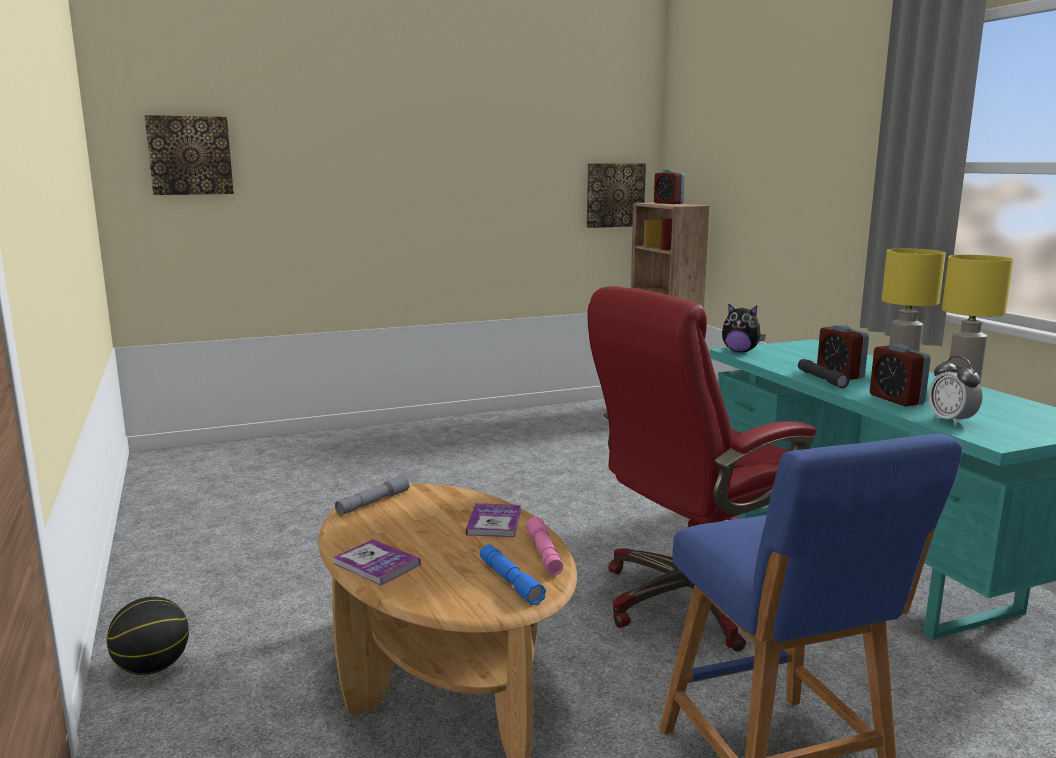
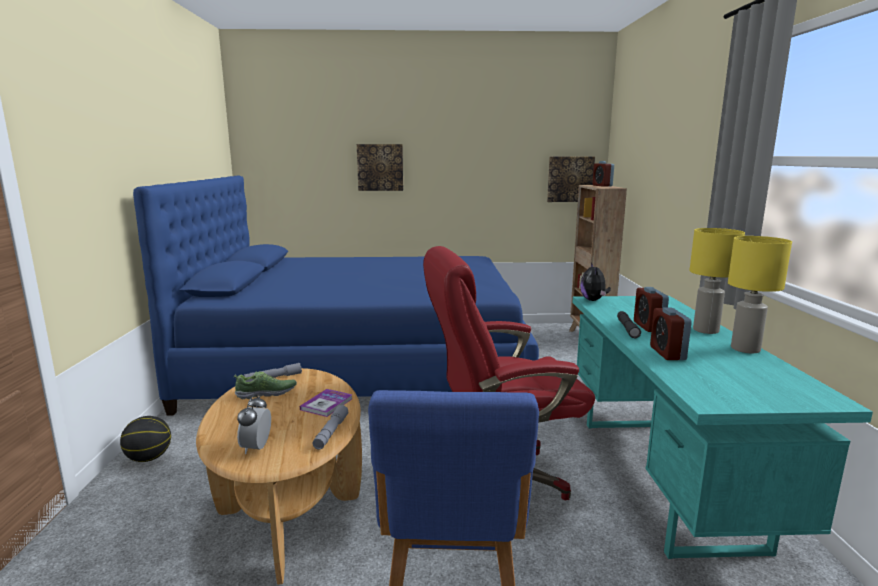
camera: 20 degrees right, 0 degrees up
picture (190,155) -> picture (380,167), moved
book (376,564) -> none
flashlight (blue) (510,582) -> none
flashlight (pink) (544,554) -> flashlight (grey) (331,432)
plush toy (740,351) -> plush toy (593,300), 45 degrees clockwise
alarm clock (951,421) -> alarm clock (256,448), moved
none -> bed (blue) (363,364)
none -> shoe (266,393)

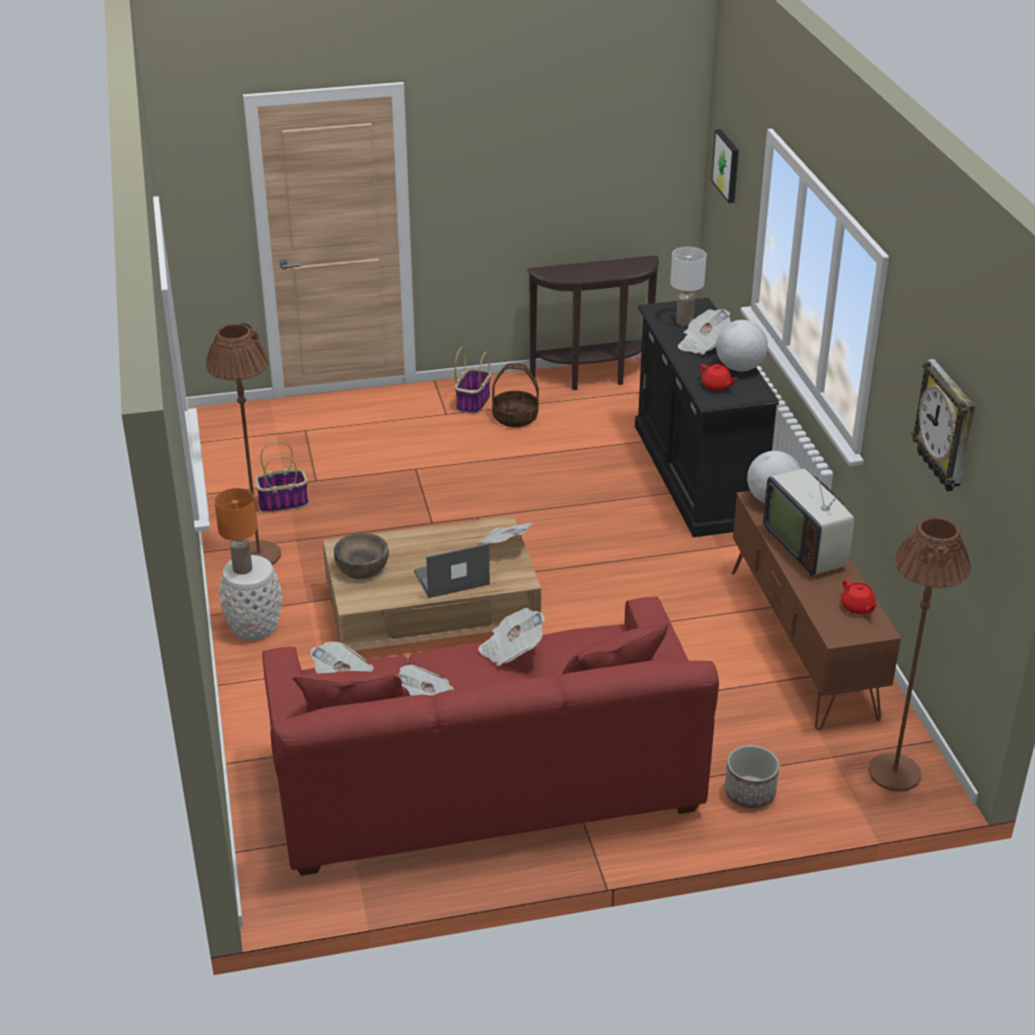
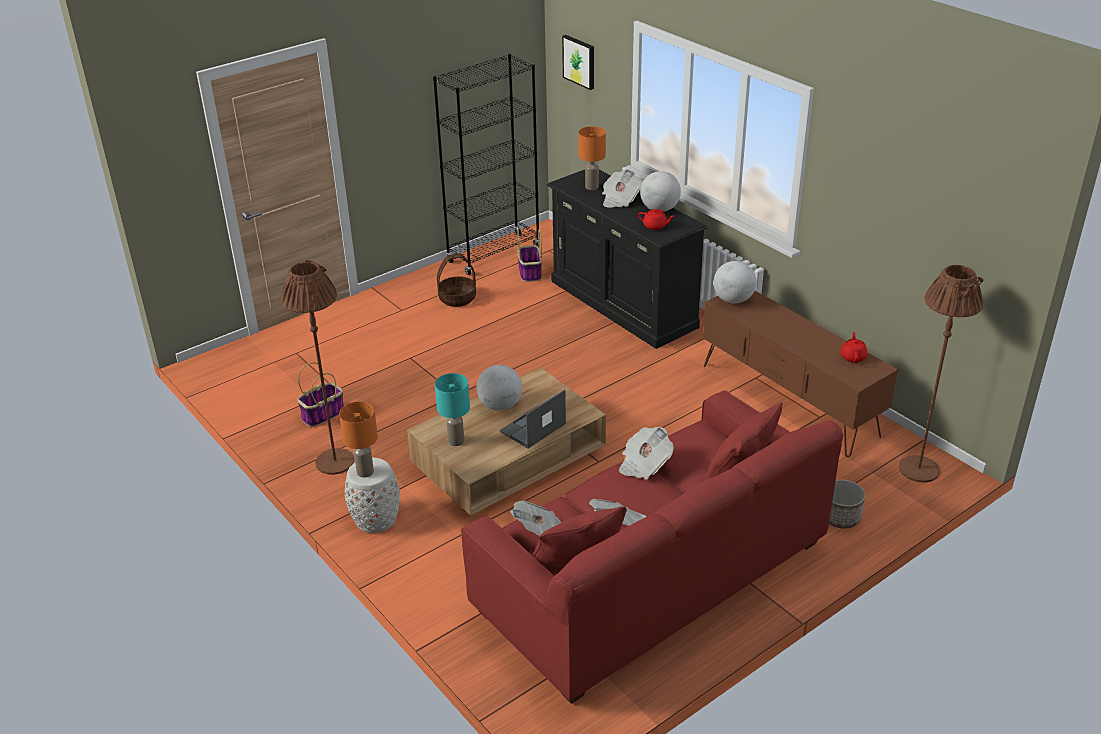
camera: 25 degrees left, 0 degrees up
bowl (brown) (362,567) -> table lamp (turquoise) (456,441)
basket (473,402) -> basket (530,272), moved
newspaper (505,545) -> none
console table (brown) (594,378) -> bookcase (black) (494,254)
table lamp (white) (684,321) -> table lamp (orange) (591,187)
television (807,546) -> none
teapot (red) (857,607) -> teapot (red) (853,357), 120 degrees counterclockwise
wall clock (946,427) -> none
none -> globe (500,406)

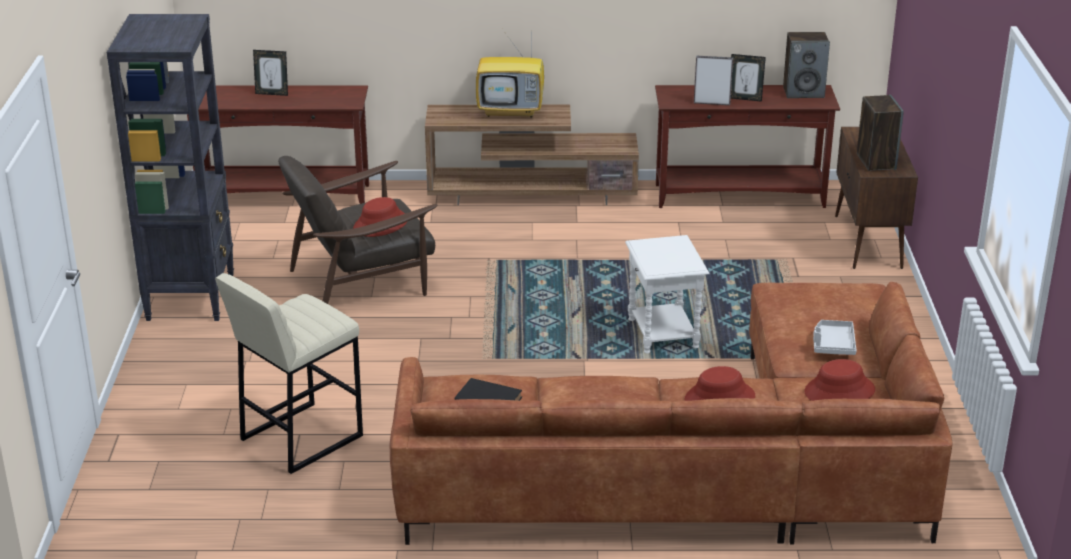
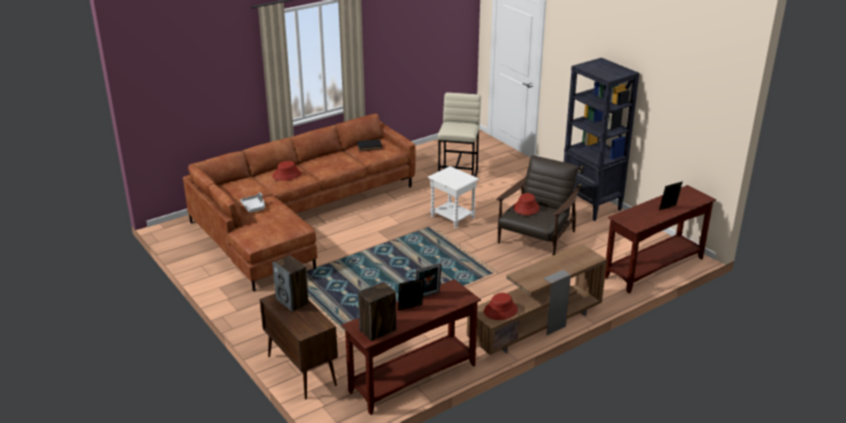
camera: 145 degrees right, 0 degrees up
television (512,111) -> none
side table (white) (664,333) -> side table (white) (452,217), moved
hat (red) (839,391) -> hat (red) (500,310), moved

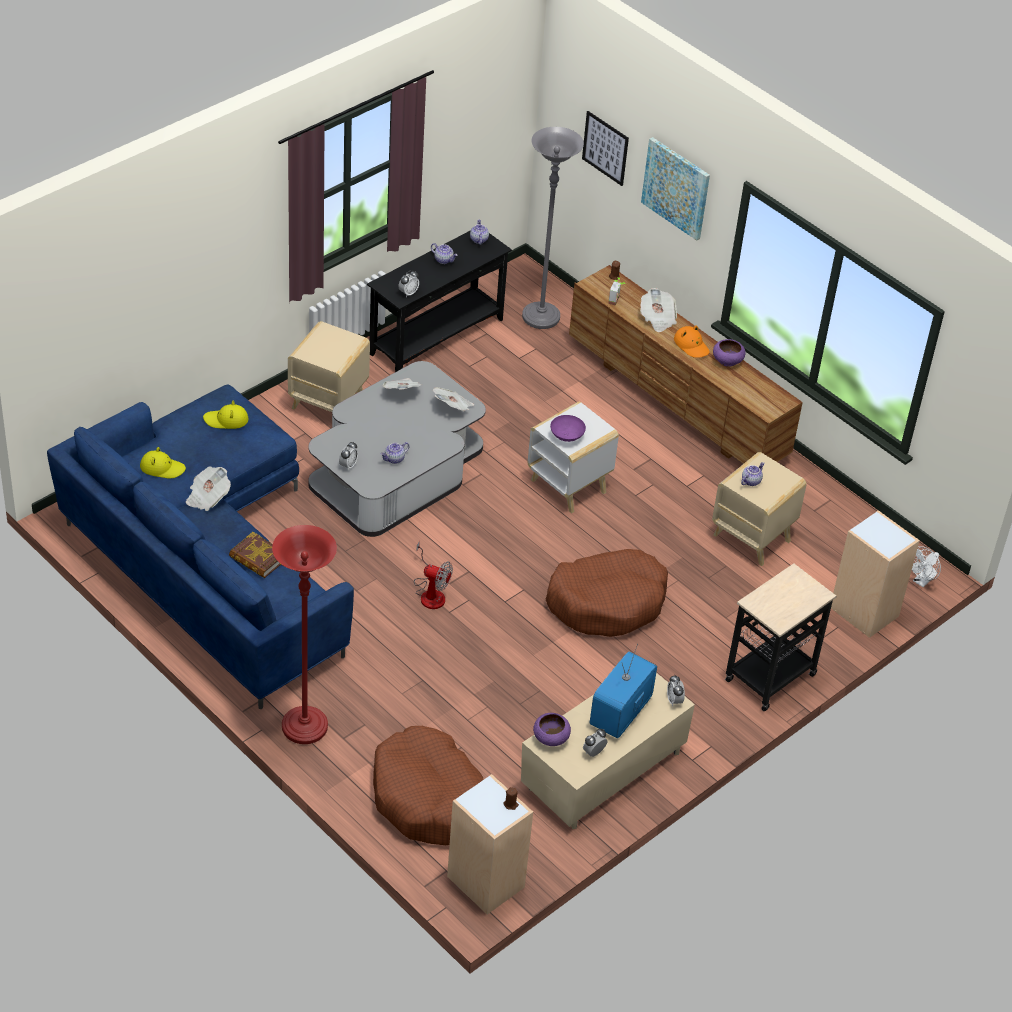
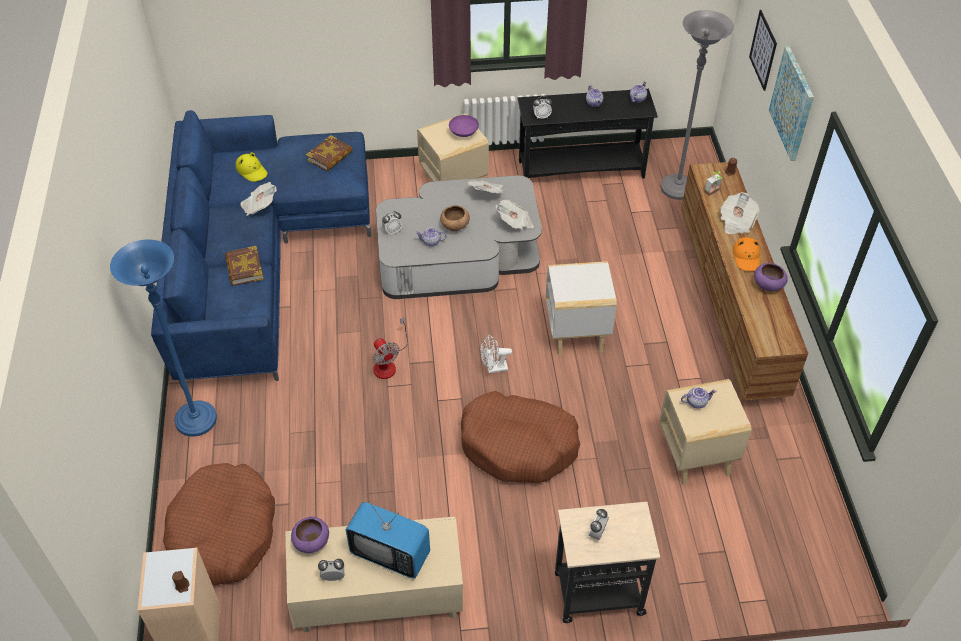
camera: 40 degrees right, 5 degrees up
hat (yellow) (226,420) -> book (330,156)
floor lamp (red) (304,727) -> floor lamp (blue) (196,420)
bowl (purple) (567,437) -> bowl (purple) (463,133), moved
television (621,713) -> television (390,554), 135 degrees counterclockwise
alarm clock (674,700) -> alarm clock (597,533), moved
bookcase (864,612) -> none
fan (white) (922,581) -> fan (white) (493,368), moved
none -> bowl (brown) (454,225)

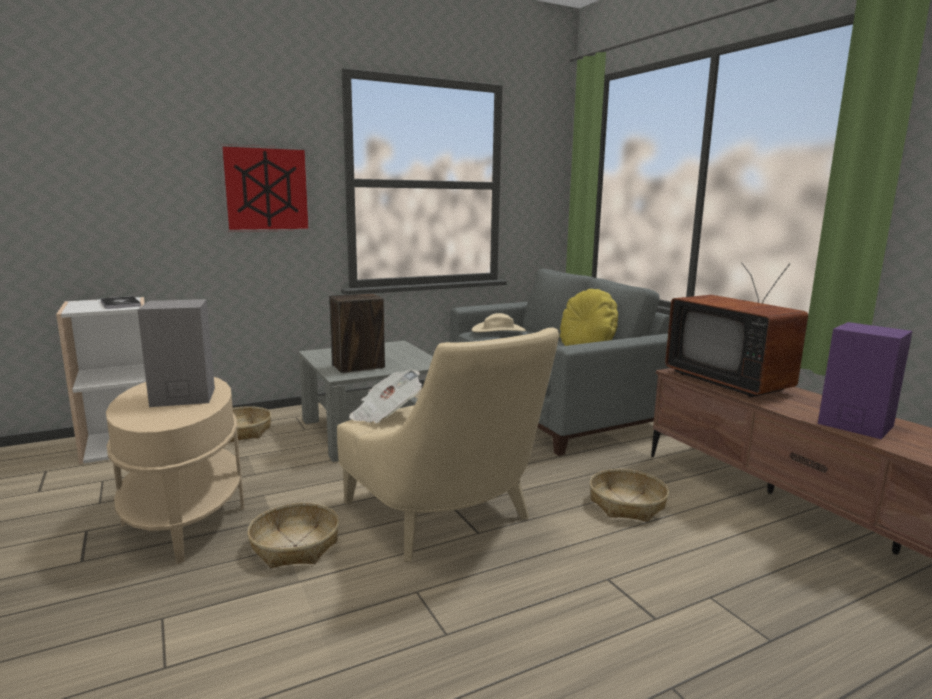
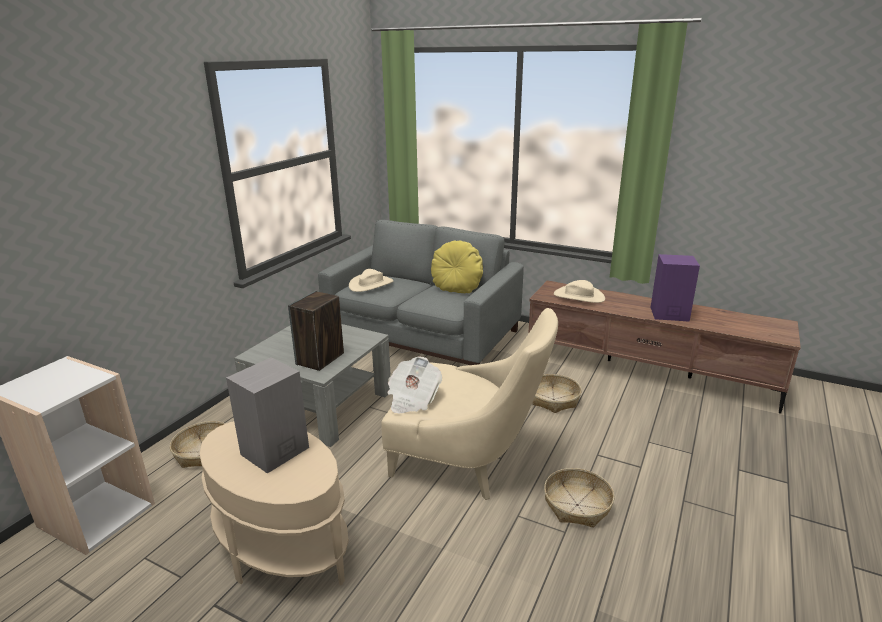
camera: 35 degrees left, 10 degrees up
book (120,304) -> none
picture (266,189) -> none
basket (295,545) -> basket (577,505), moved
television (731,381) -> hat (beige) (579,296)

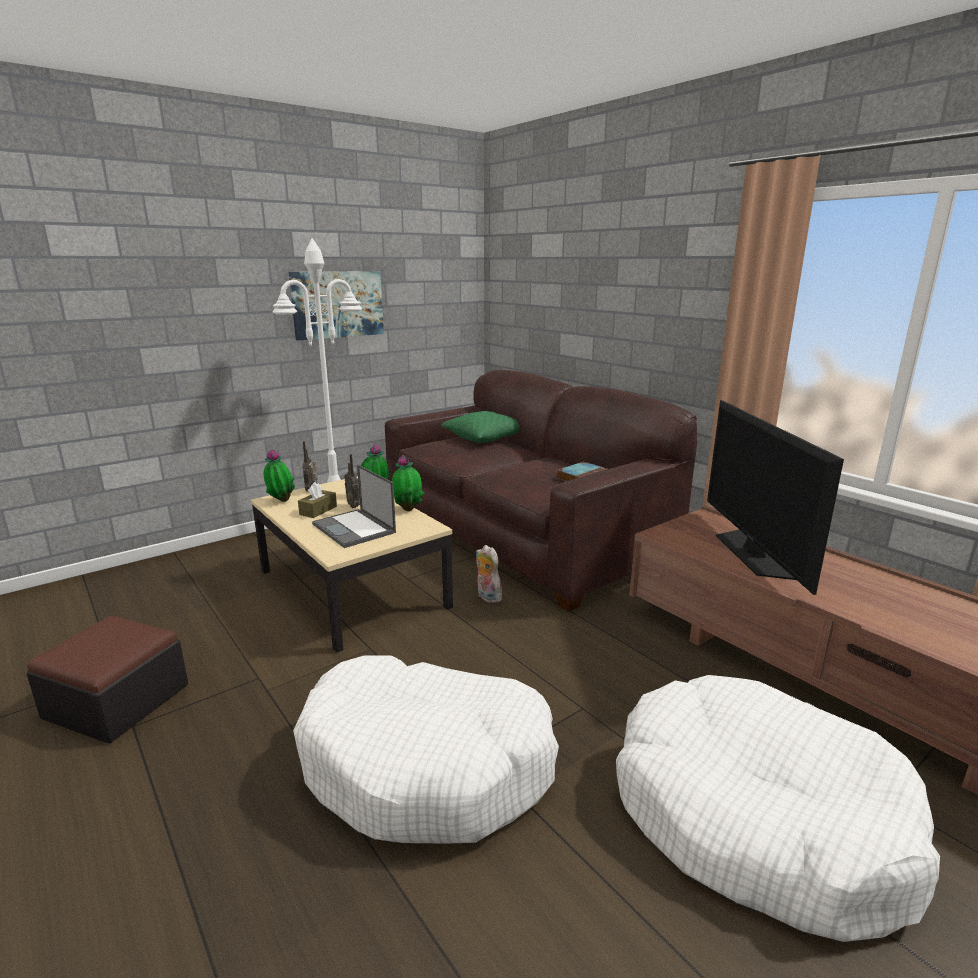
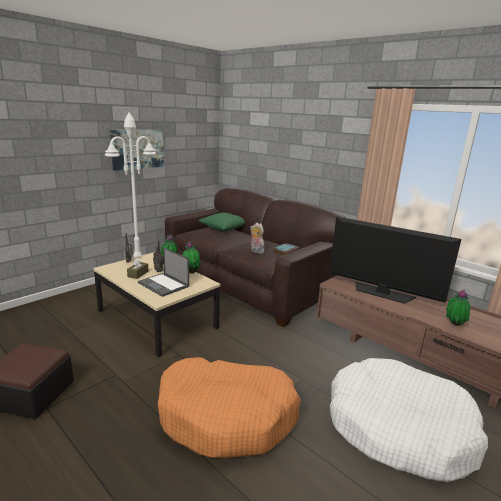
camera: 10 degrees left, 0 degrees up
potted plant (281,501) -> potted plant (453,325), moved
dog bed (white) (427,765) -> dog bed (orange) (227,416)
plush toy (487,597) -> plush toy (256,251), moved
television (753,554) -> television (382,293), 45 degrees counterclockwise

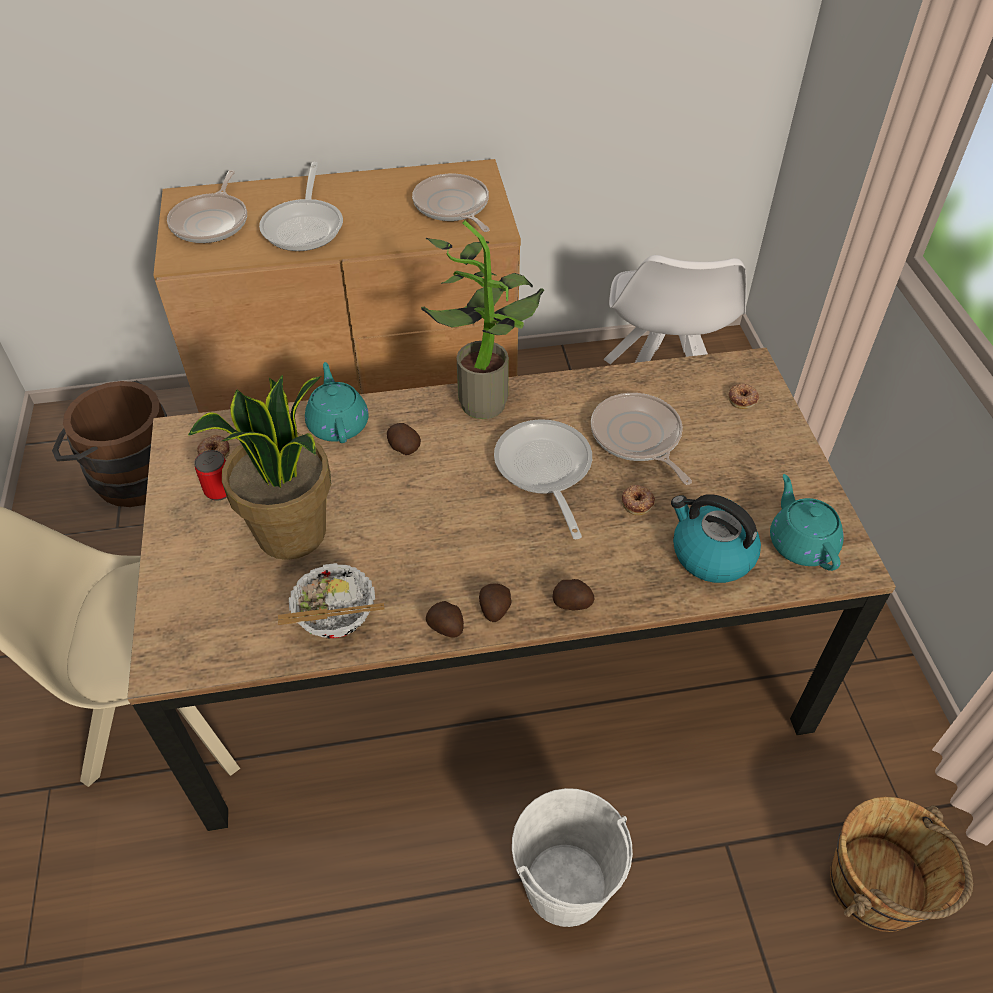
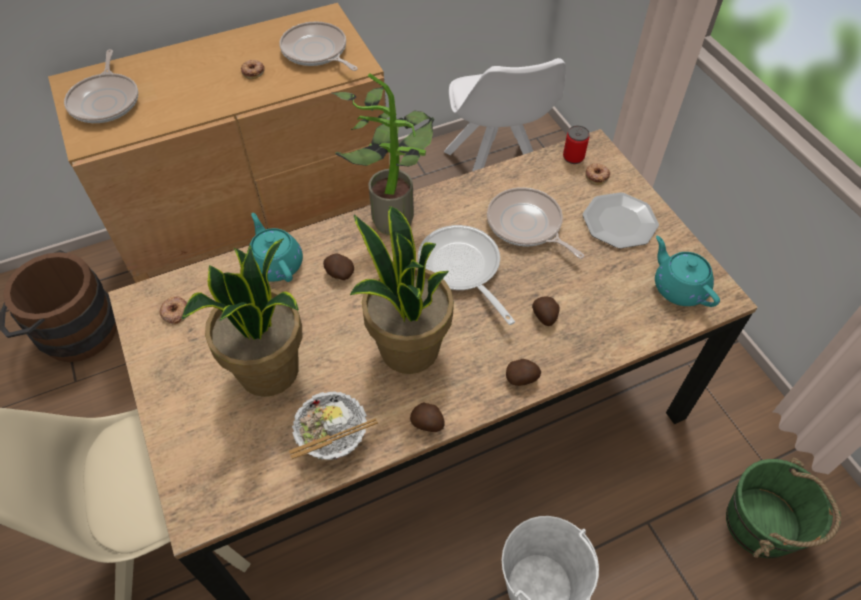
camera: 15 degrees left, 5 degrees up
can (219,490) -> can (573,157), moved
frying pan (305,226) -> none
potato (494,610) -> potato (545,317), moved
donut (637,502) -> donut (253,71), moved
kettle (710,554) -> none
bucket (brown) (878,886) -> bucket (green) (762,524)
none -> potted plant (408,349)
none -> plate (619,222)

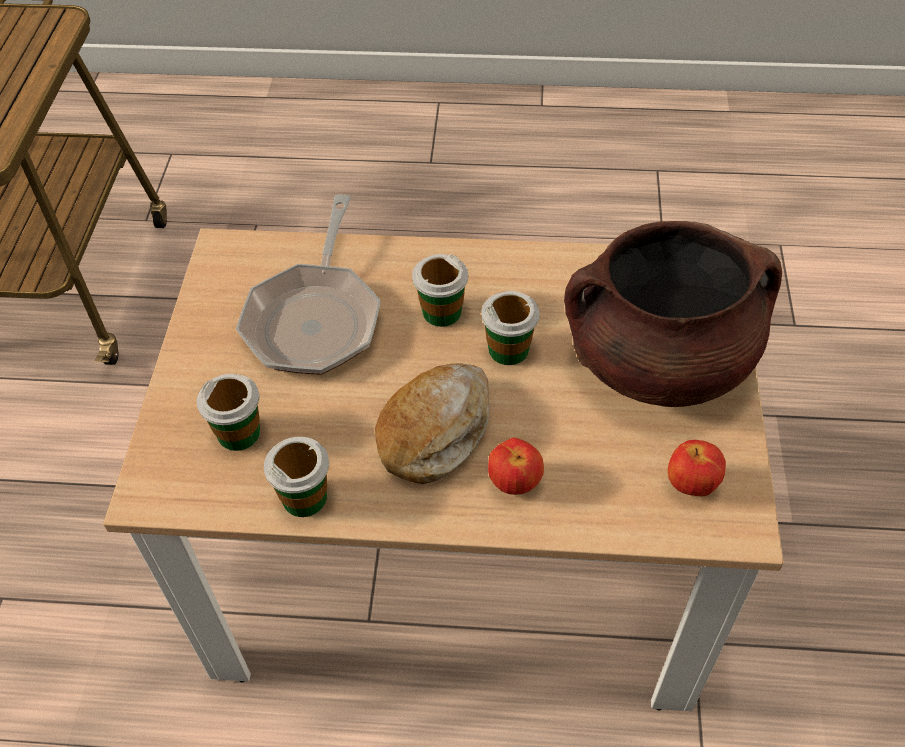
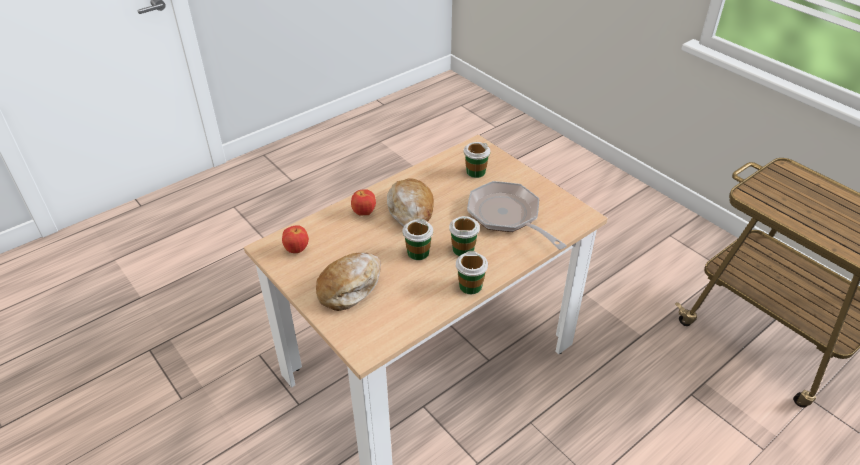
camera: 135 degrees right, 10 degrees down
cup (305,497) -> cup (470,286), moved
cooking pot (brown) (658,362) -> bread (349,287)

